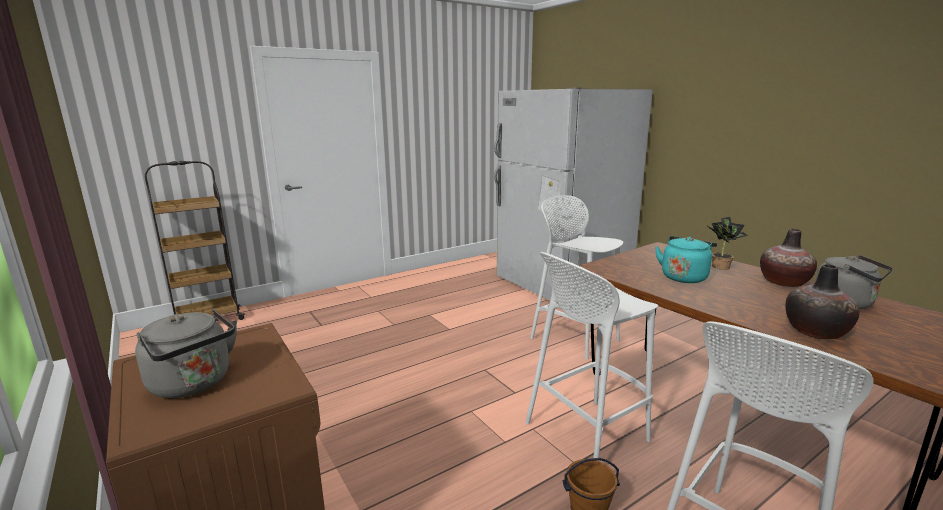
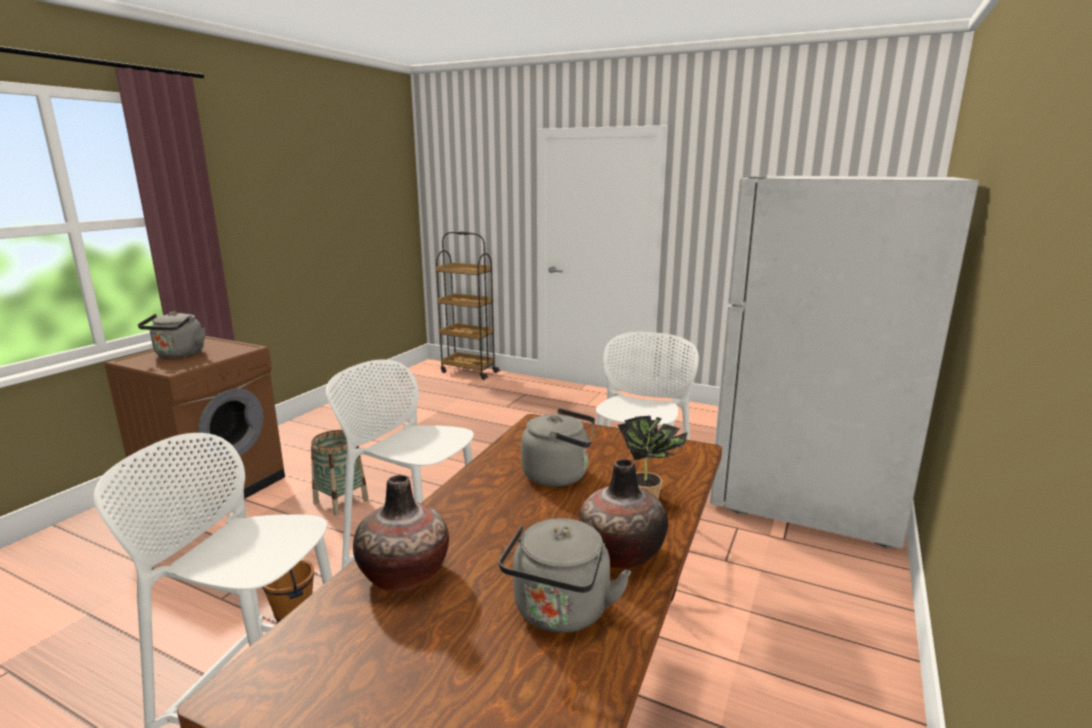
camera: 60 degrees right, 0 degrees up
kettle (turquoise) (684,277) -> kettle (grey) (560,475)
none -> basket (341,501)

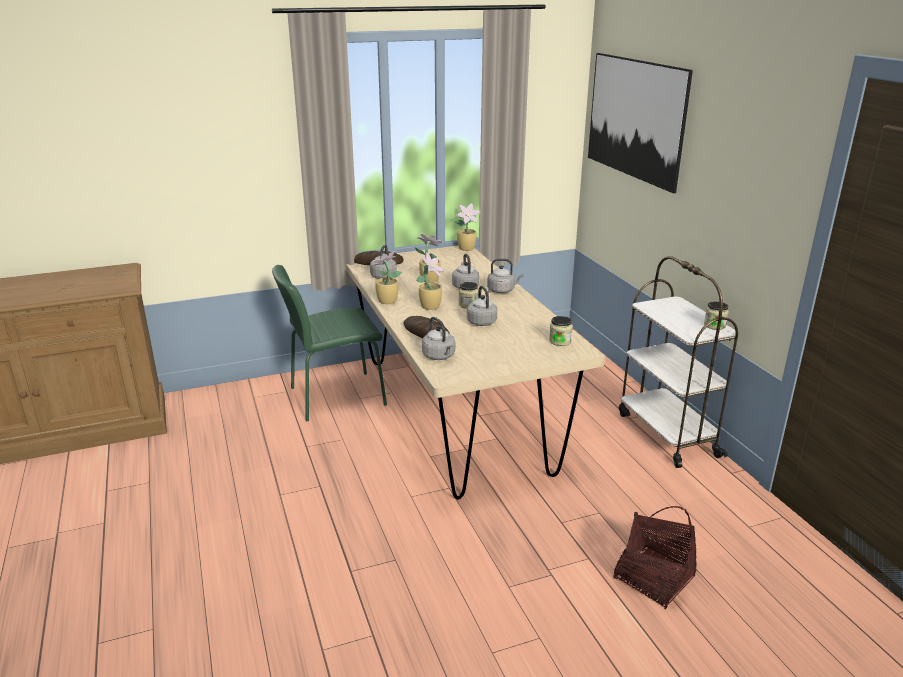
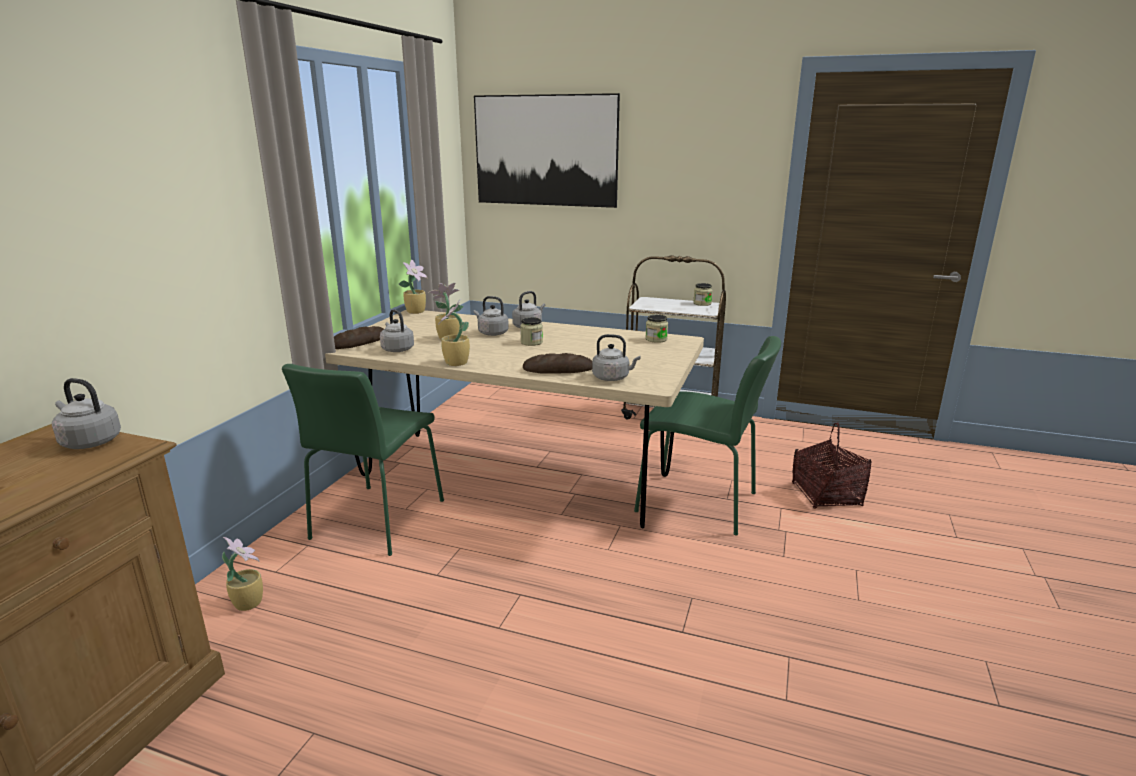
camera: 50 degrees left, 5 degrees down
potted plant (431,306) -> potted plant (249,602), moved
kettle (grey) (481,321) -> kettle (grey) (89,442), moved
none -> chair (green) (701,503)

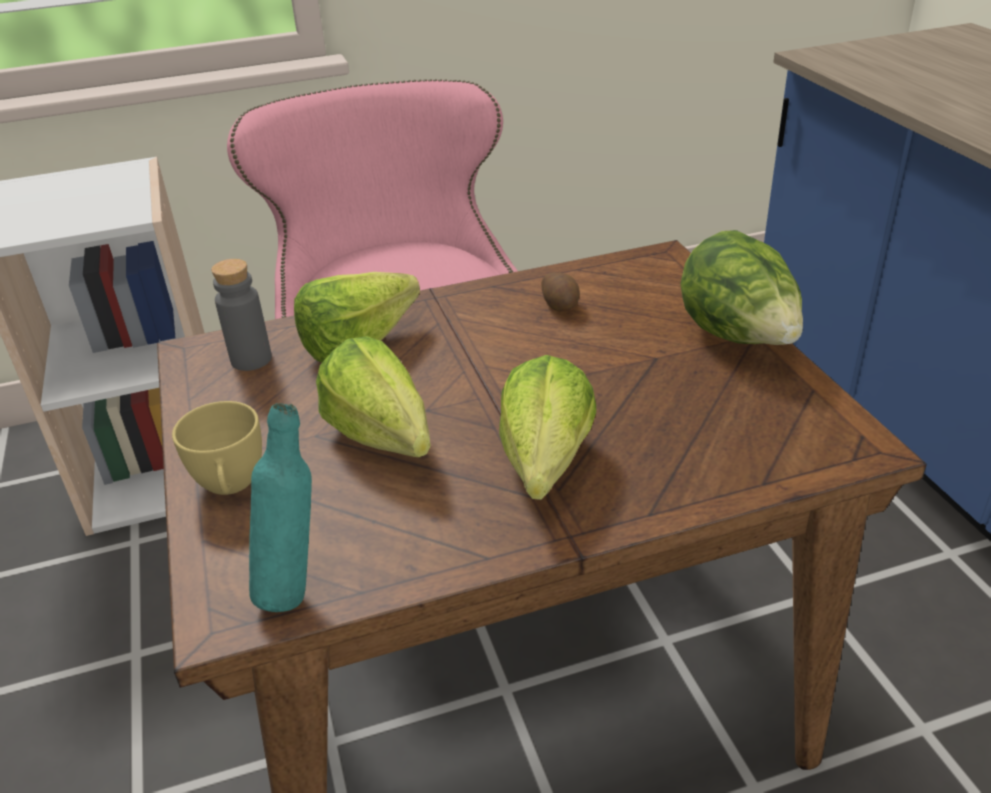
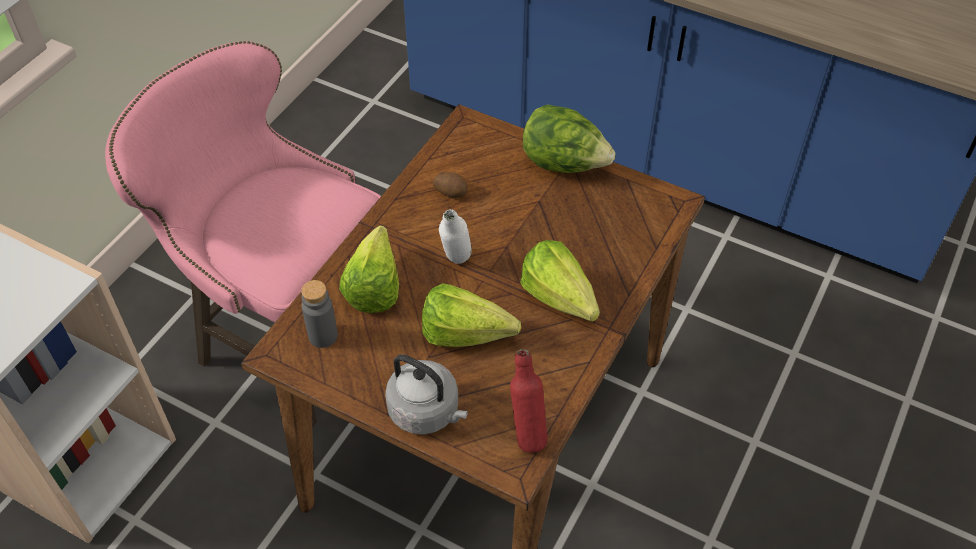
camera: 45 degrees left, 15 degrees up
cup (yellow) (231,486) -> kettle (grey) (427,412)
bottle (turquoise) (295,586) -> bottle (red) (527,433)
none -> bottle (white) (456,265)

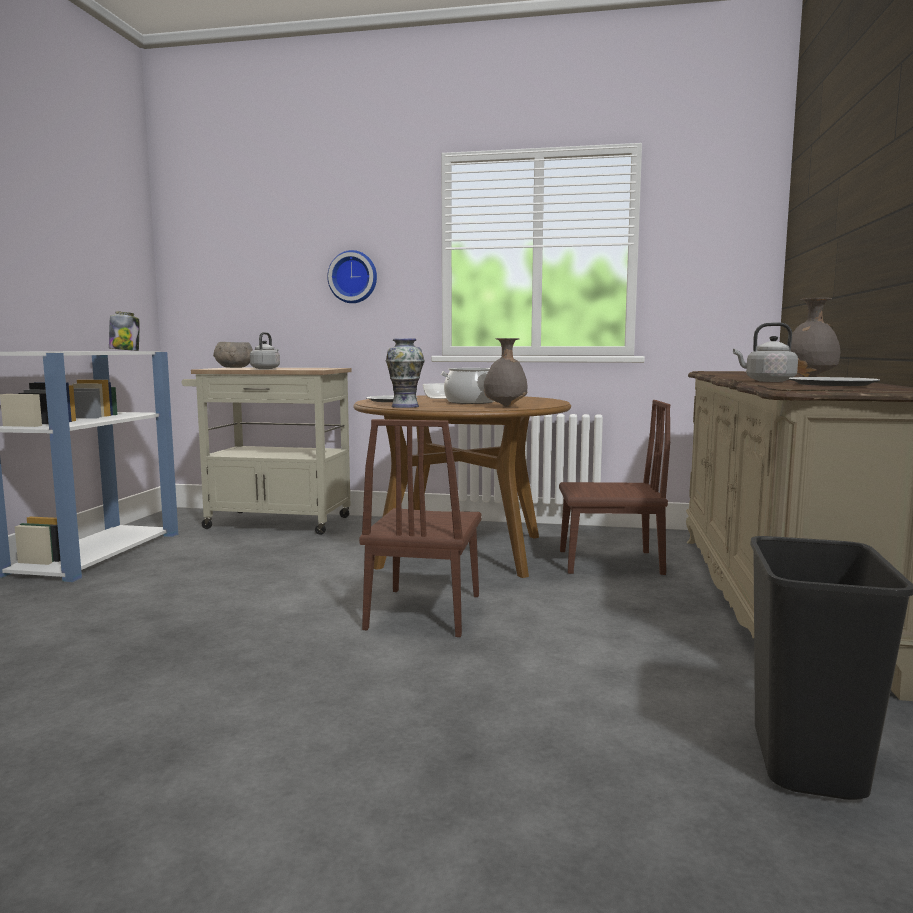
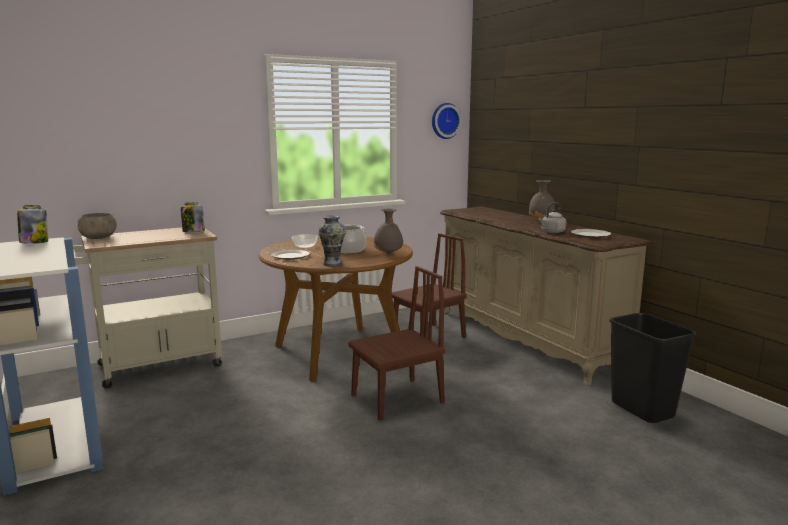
camera: 40 degrees left, 5 degrees up
kettle (grey) (266,368) -> none
wall clock (353,277) -> wall clock (444,121), moved
chair (brown) (424,611) -> chair (brown) (397,399), 90 degrees counterclockwise
none -> jar (193,231)

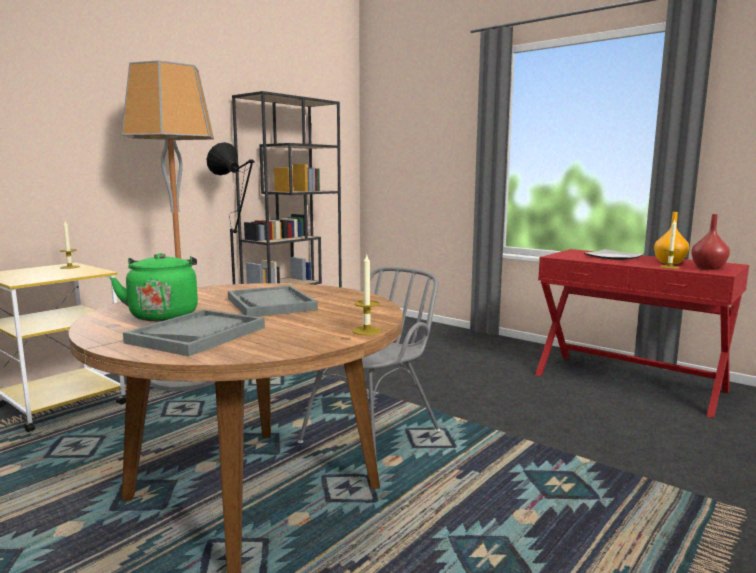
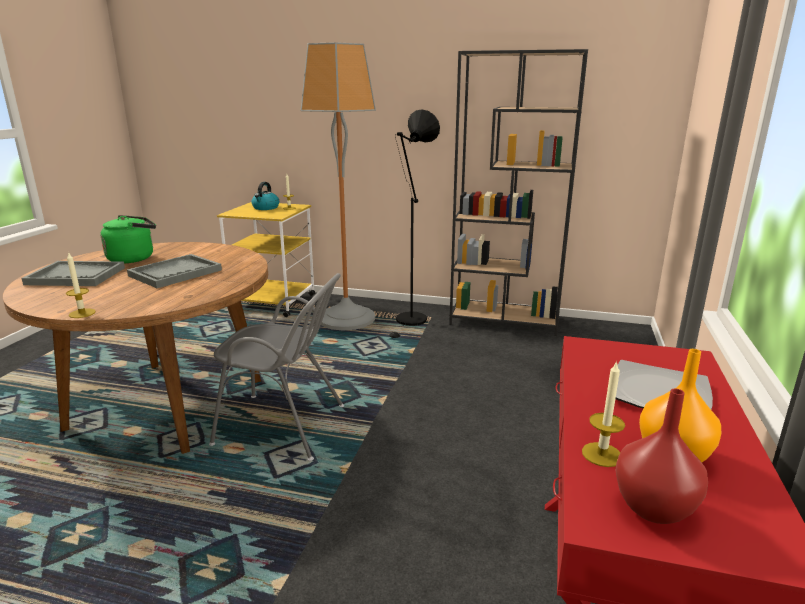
camera: 65 degrees right, 10 degrees up
none -> kettle (265,208)

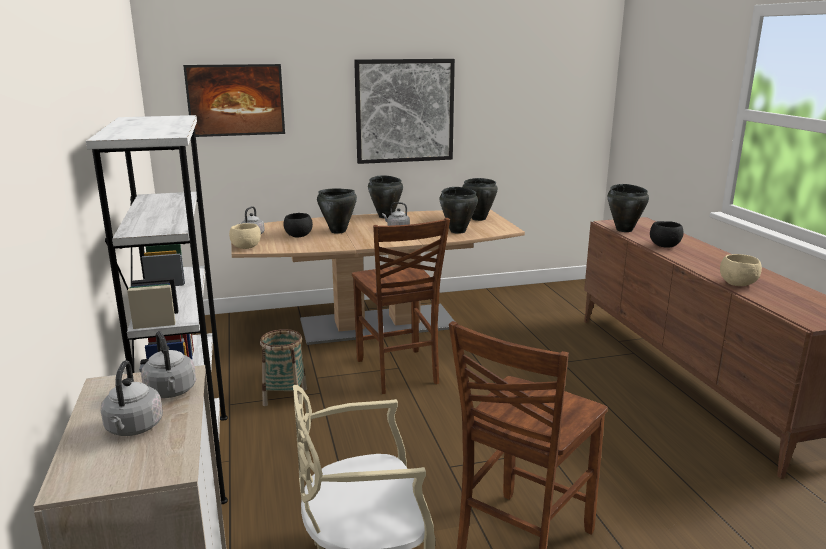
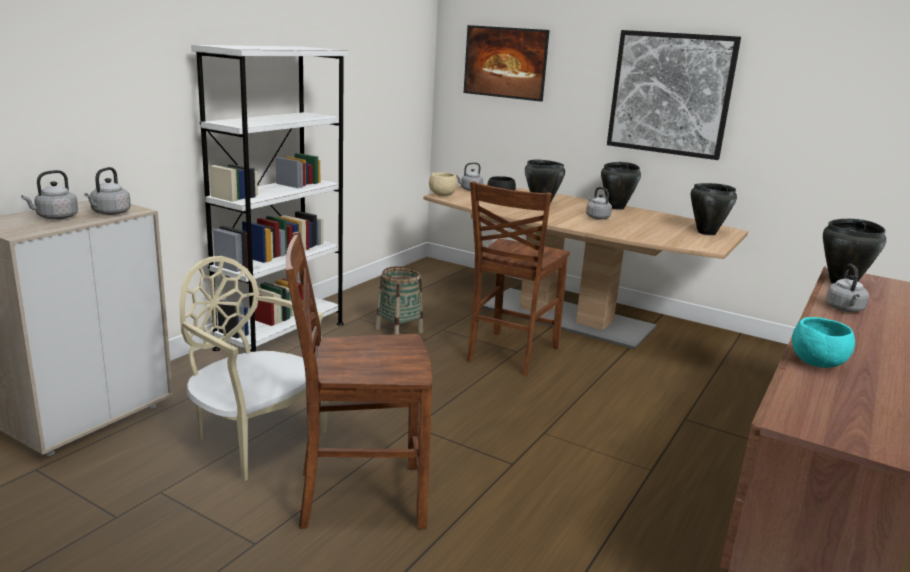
camera: 45 degrees right, 0 degrees up
cooking pot (black) (458,231) -> none
bowl (black) (664,246) -> kettle (grey) (844,309)
bowl (beige) (737,284) -> bowl (turquoise) (816,364)

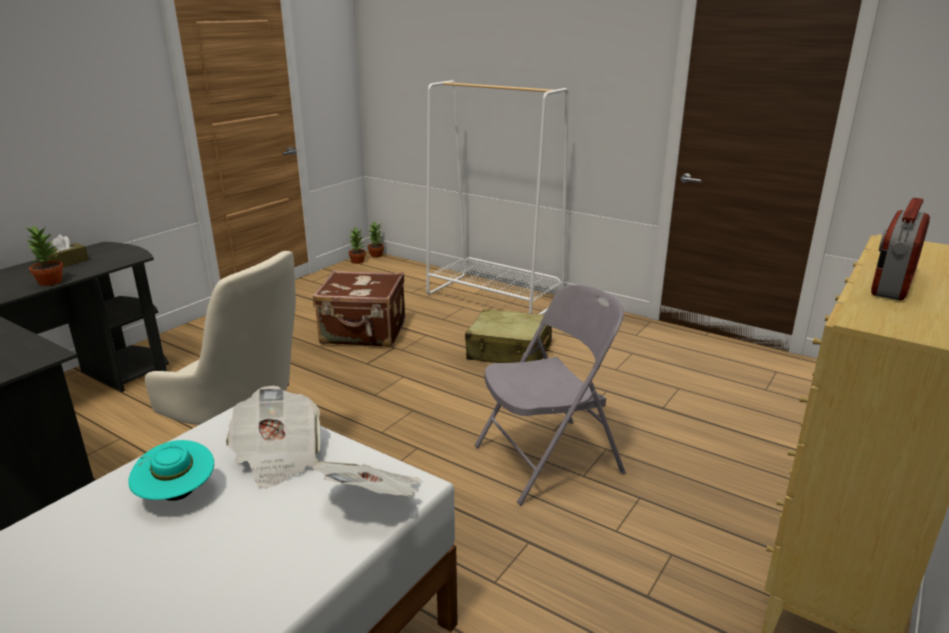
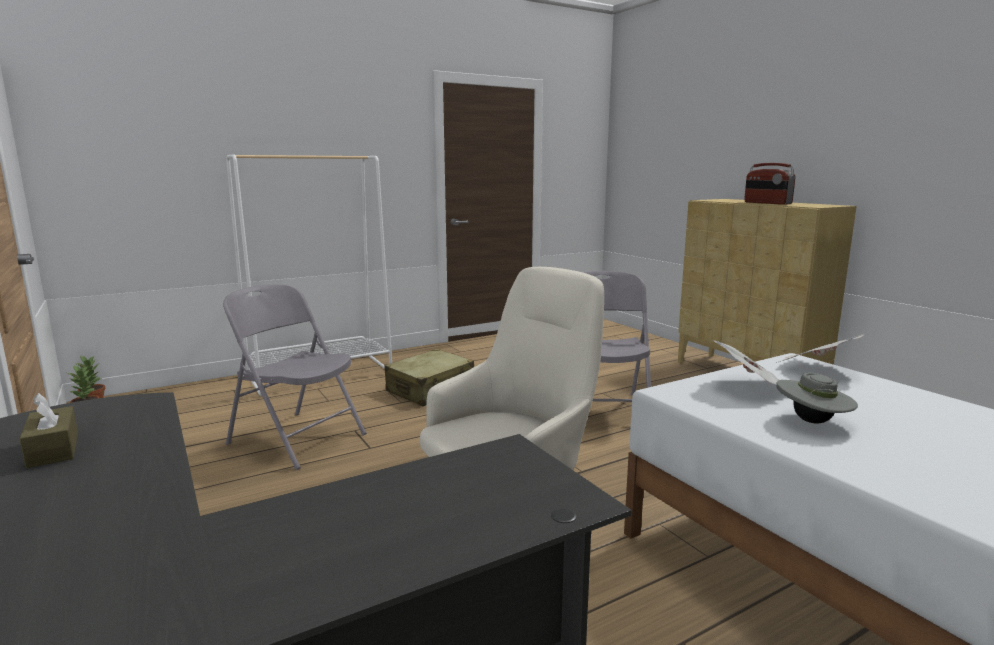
camera: 65 degrees left, 10 degrees down
potted plant (50,282) -> none
hat (turquoise) (177,495) -> hat (grey) (812,422)
suitcase (brown) (364,333) -> chair (grey) (297,439)

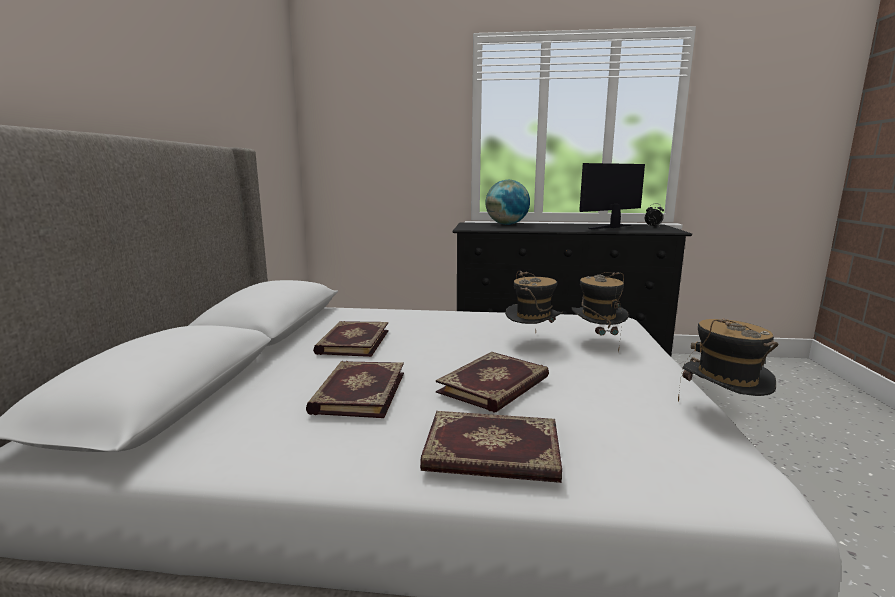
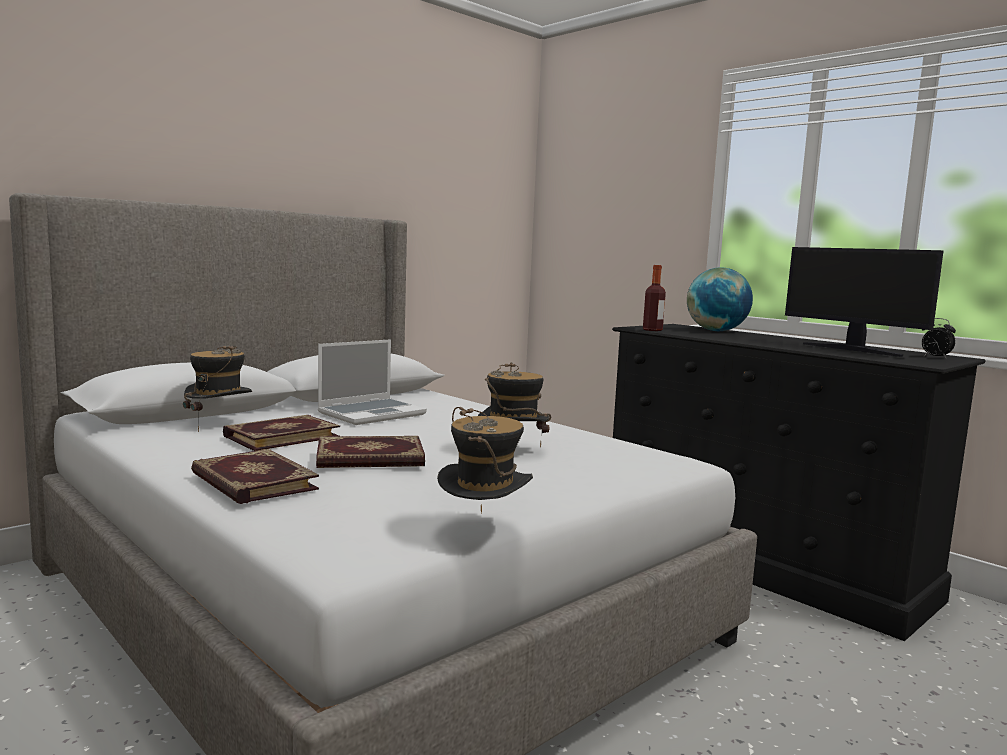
camera: 40 degrees right, 5 degrees down
book (352,341) -> laptop (372,413)
hat (596,343) -> hat (219,424), moved
monitor (612,227) -> monitor (852,349), 135 degrees counterclockwise
none -> bottle (652,330)

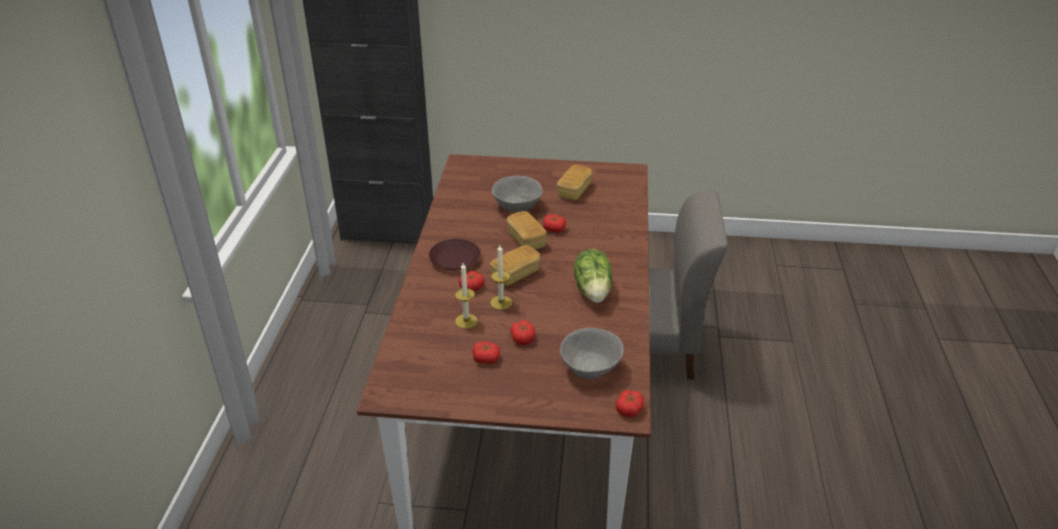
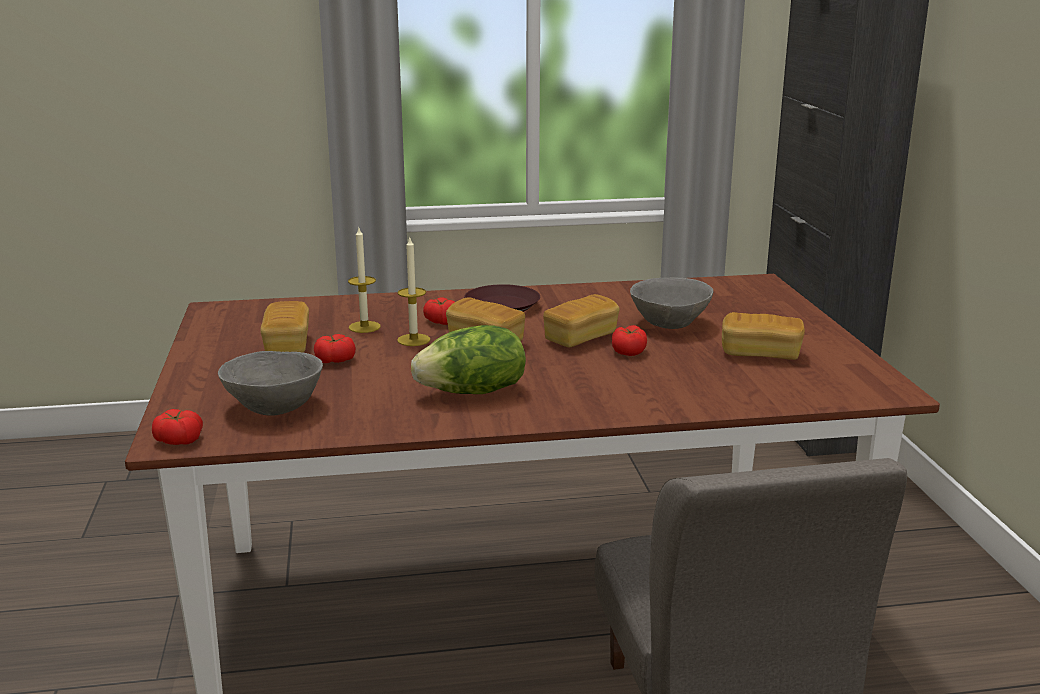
camera: 75 degrees right, 15 degrees down
tomato (486,358) -> bread (287,345)

